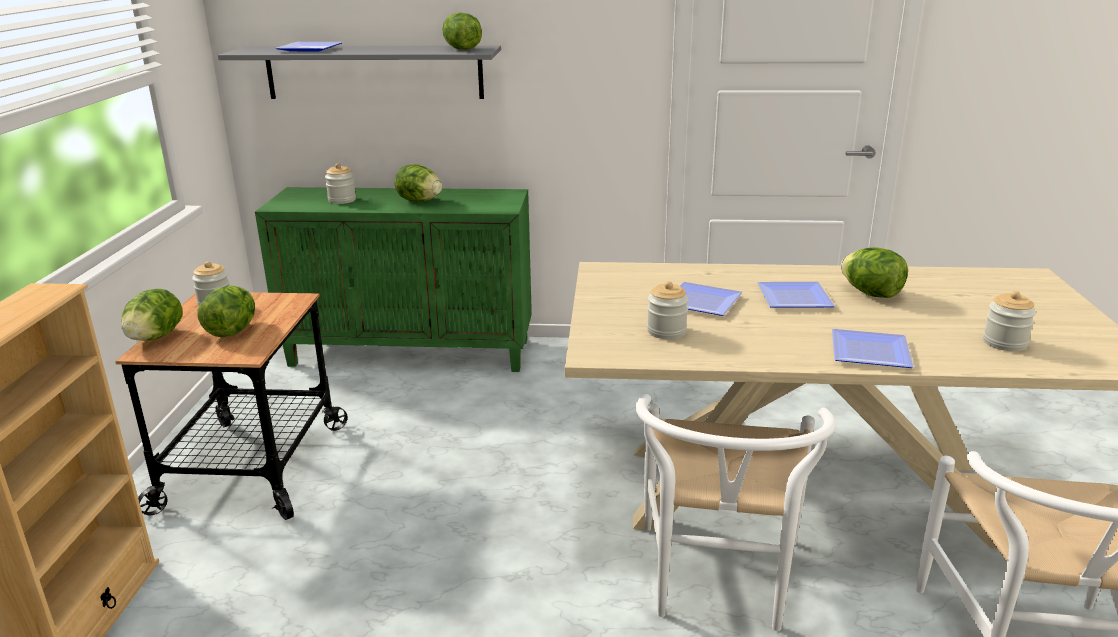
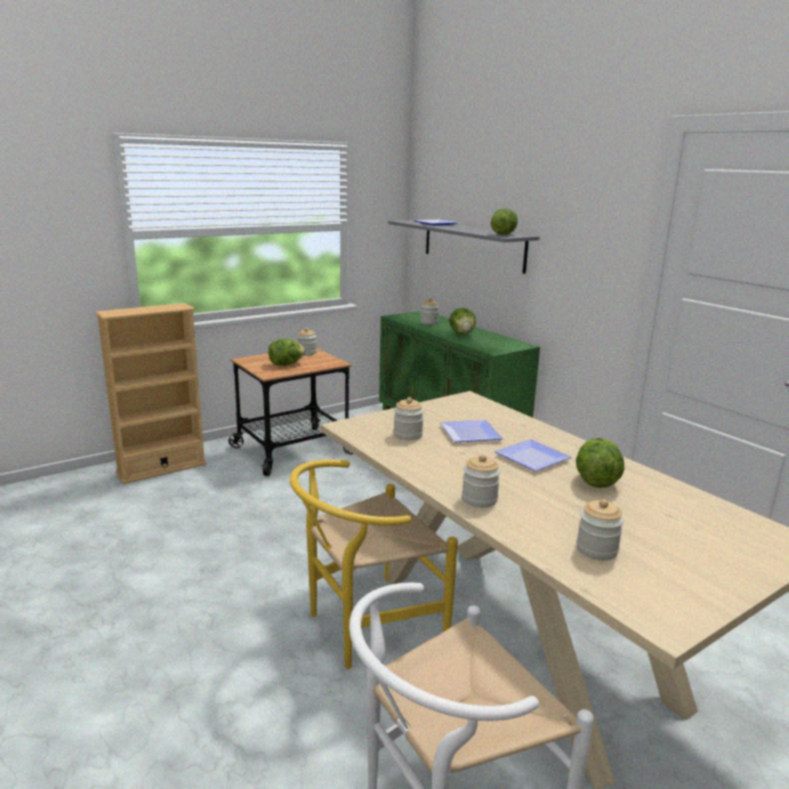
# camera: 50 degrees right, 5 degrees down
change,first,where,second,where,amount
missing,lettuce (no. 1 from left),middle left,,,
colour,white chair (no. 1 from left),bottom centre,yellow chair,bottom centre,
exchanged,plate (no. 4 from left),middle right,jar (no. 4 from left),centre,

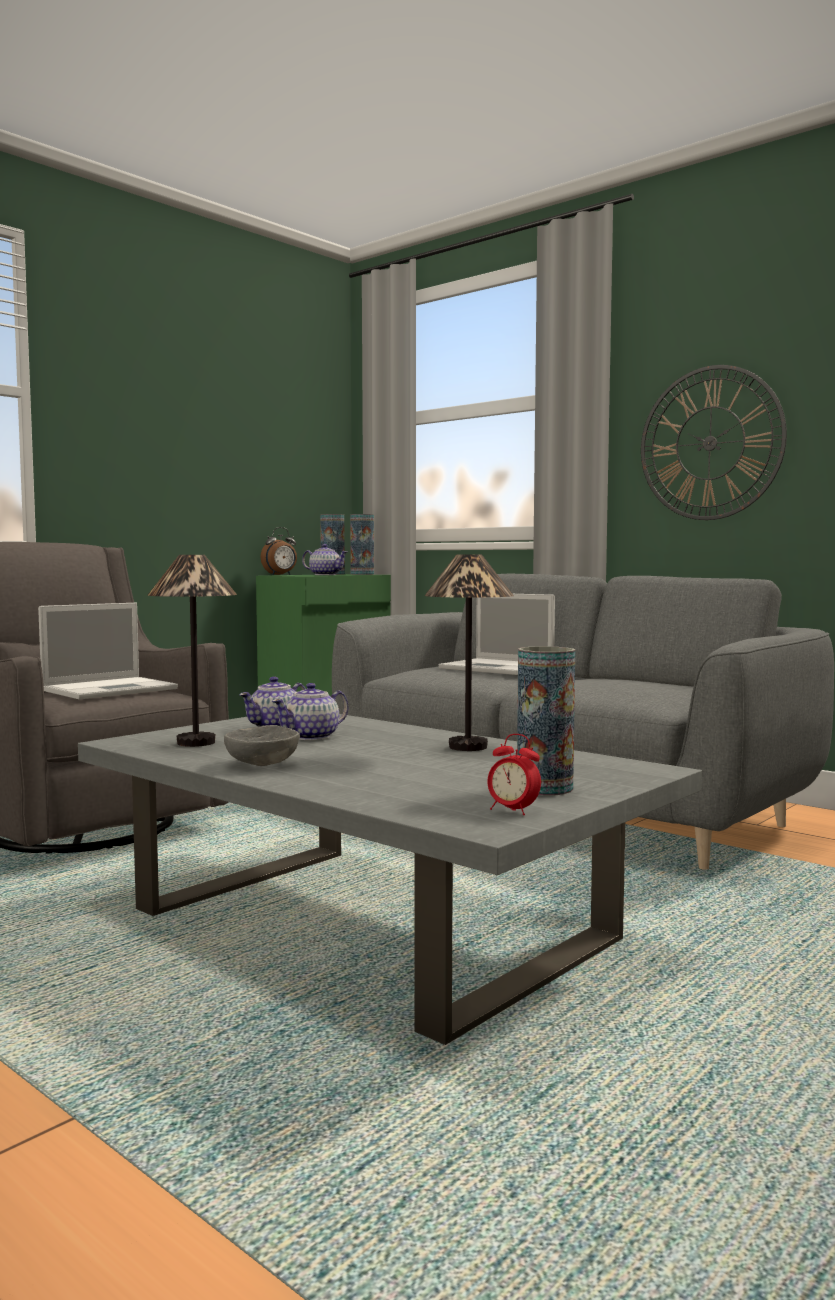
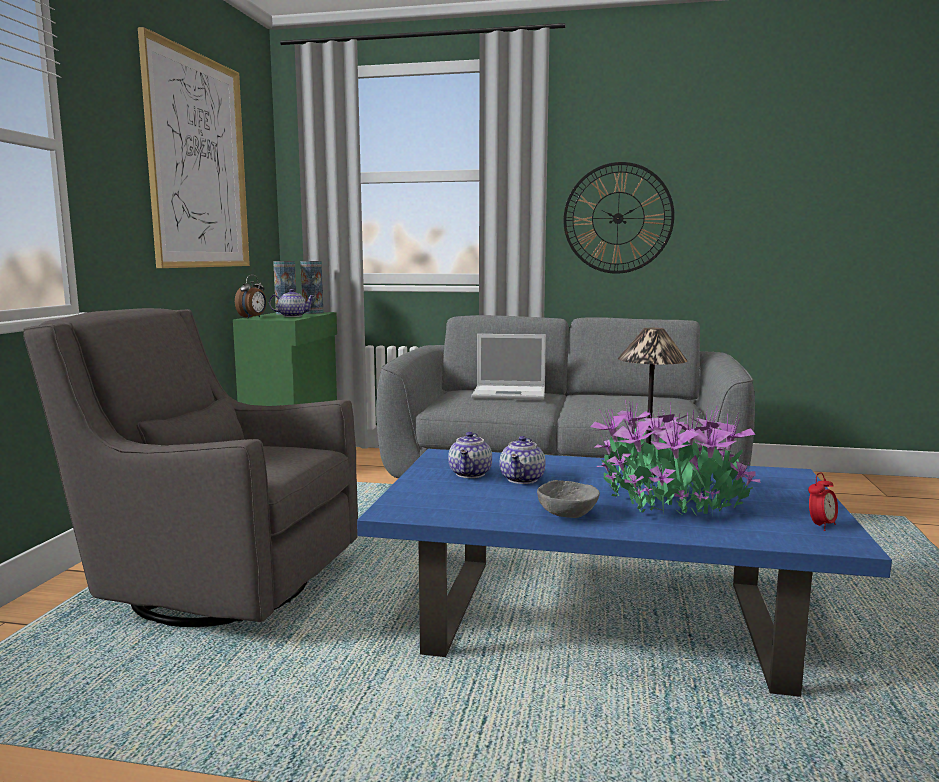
# camera: 30 degrees left, 5 degrees up
change,first,where,second,where,amount
missing,laptop (no. 1 from left),middle left,,,
colour,grey coffee table,bottom centre,blue coffee table,bottom centre,
missing,table lamp (no. 1 from left),middle left,,,
spun,alarm clock (no. 2 from left),centre,,middle right,45 degrees counterclockwise
missing,vase (no. 3 from left),centre,,,
appeared,,,picture,top left,
appeared,,,potted plant,middle right,

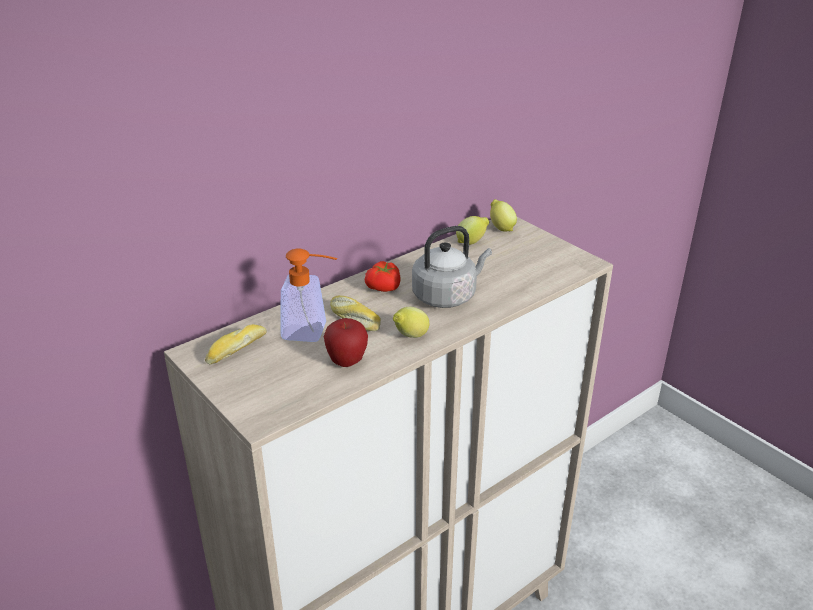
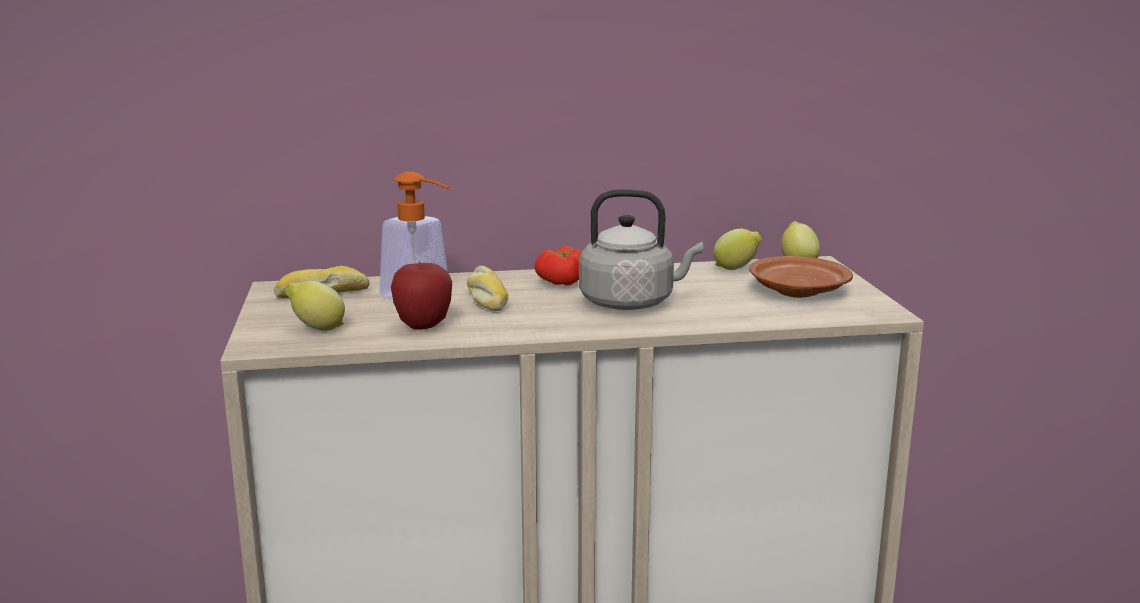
# camera: 30 degrees right, 15 degrees down
change,first,where,second,where,amount
relocated,lemon (no. 1 from left),centre,,middle left,
appeared,,,brown plate,middle right,

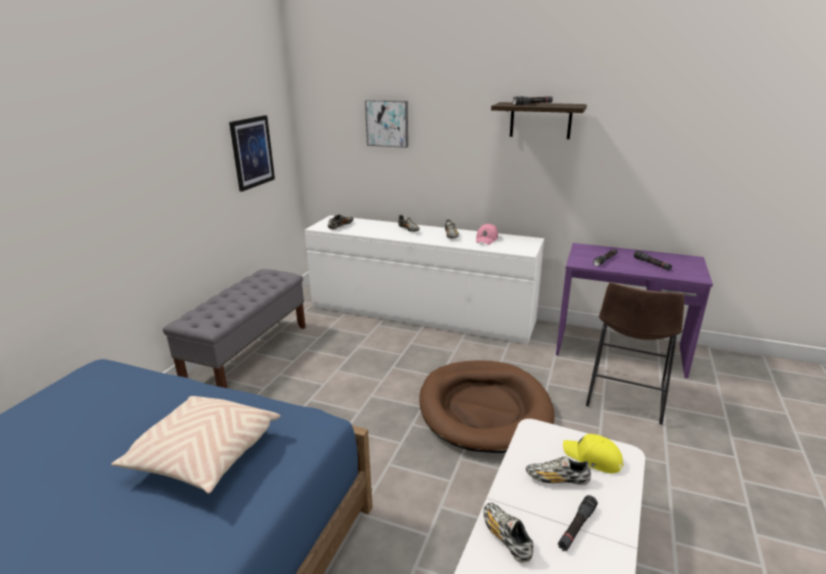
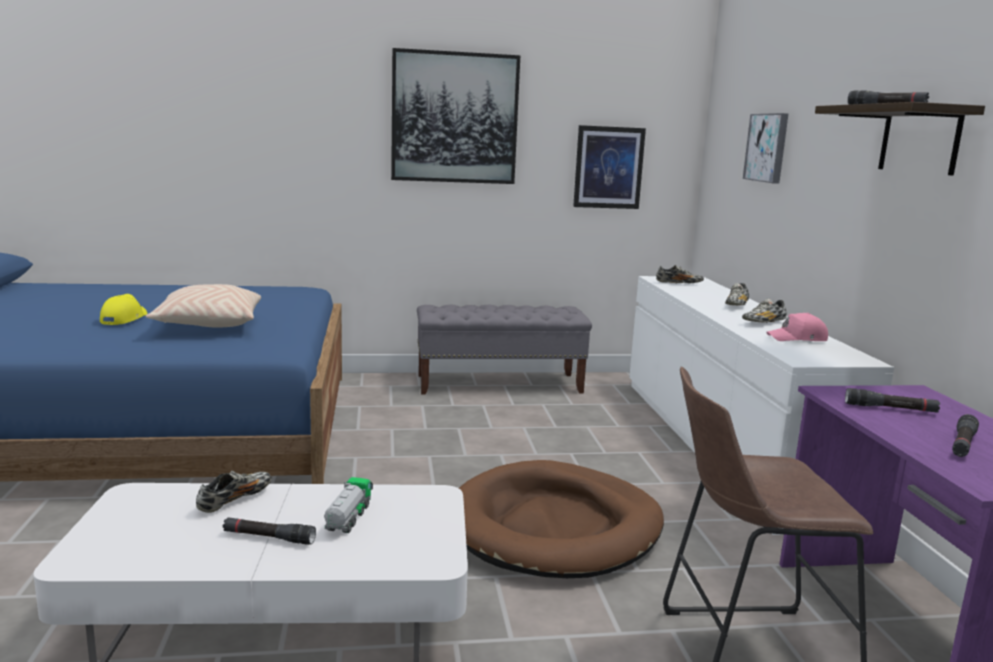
# camera: 60 degrees right, 10 degrees down
change,first,where,second,where,amount
exchanged,shoe (no. 5 from left),bottom right,toy truck,bottom centre,
relocated,yellow cap,bottom right,,middle left,
appeared,,,picture (no. 1 from left),top centre,

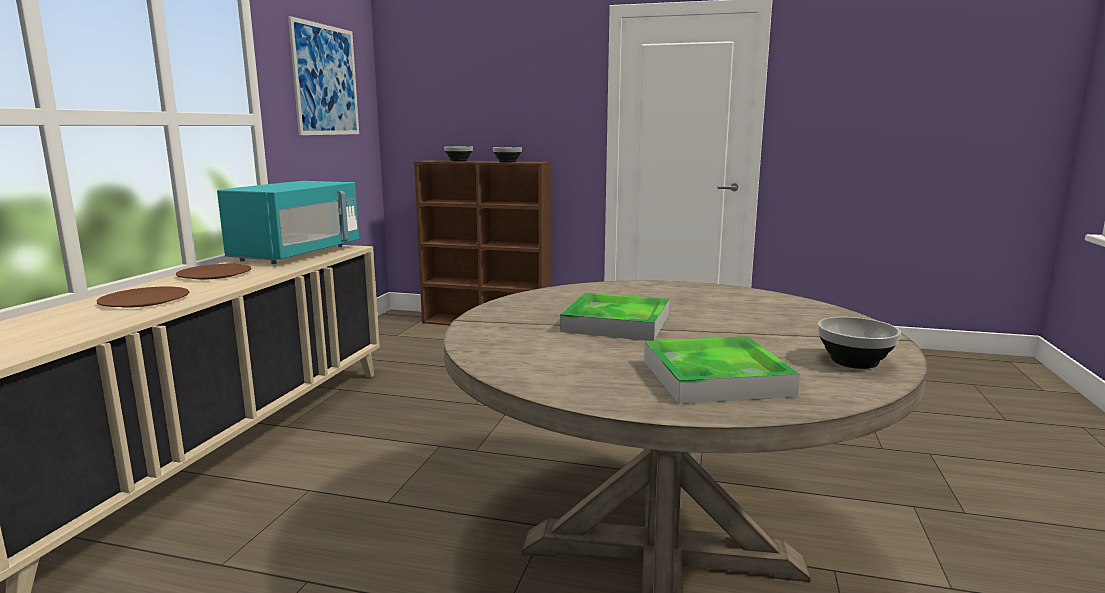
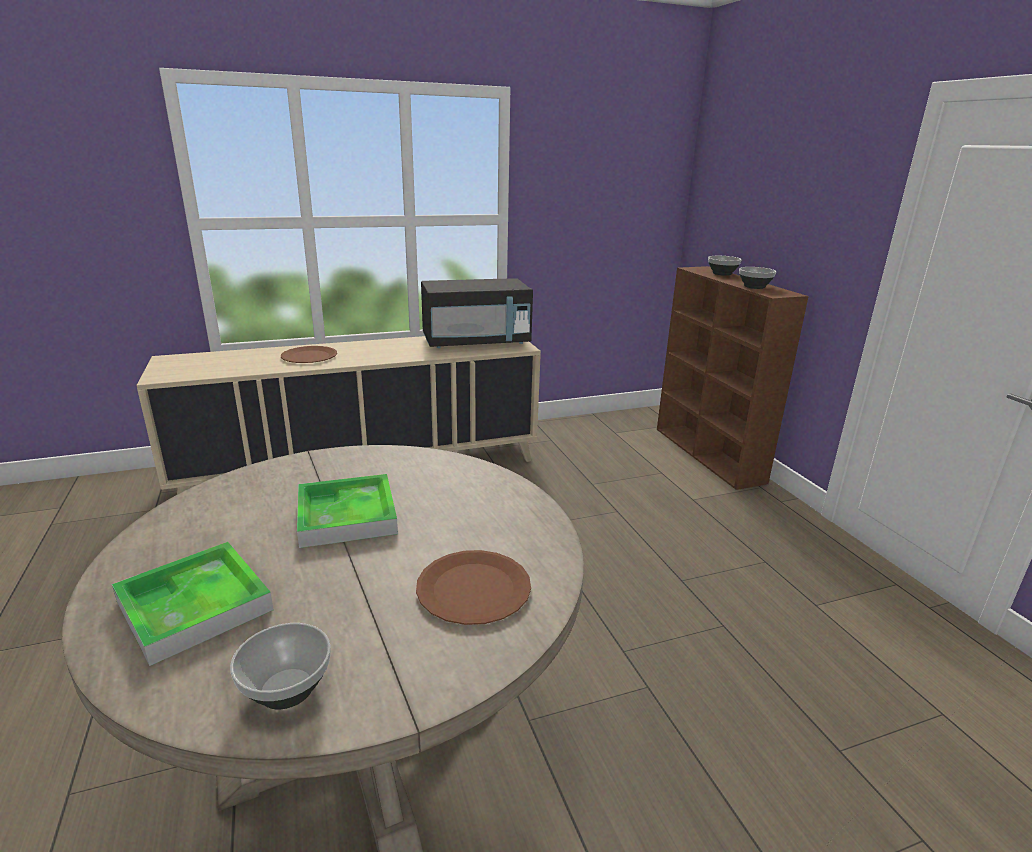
# camera: 55 degrees right, 10 degrees up
change,first,where,second,where,amount
relocated,brown plate (no. 2 from left),middle left,,bottom centre,
colour,turquoise microwave,middle left,black microwave,centre,
missing,picture,top left,,,

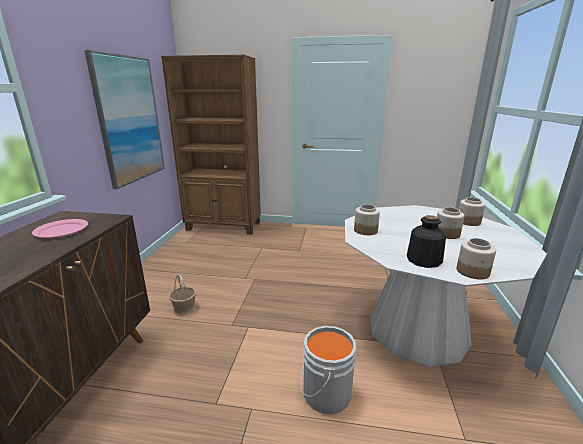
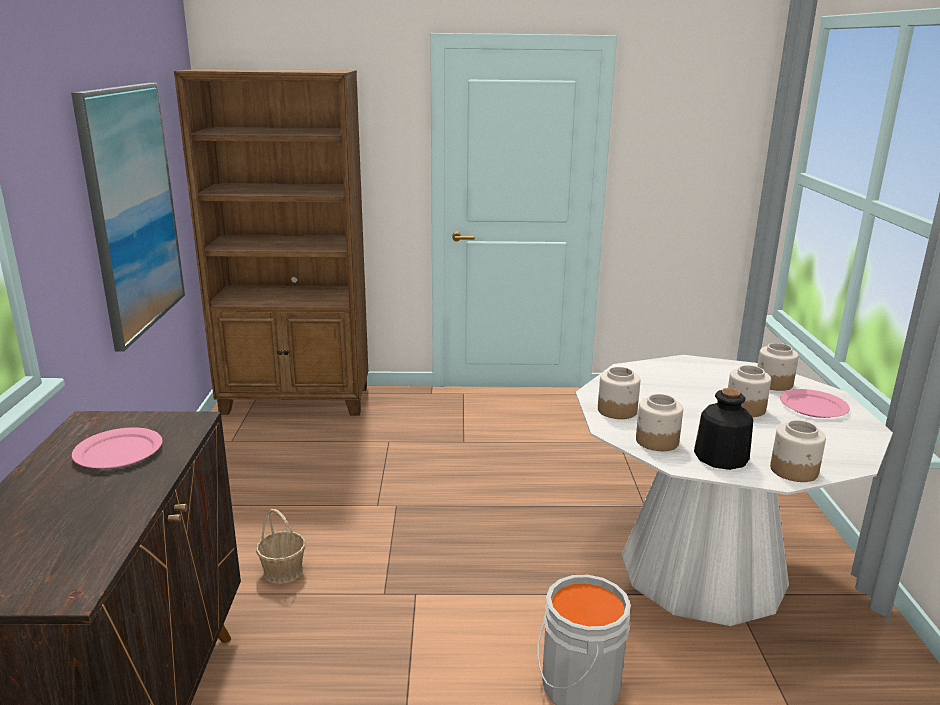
# camera: 10 degrees left, 0 degrees up
change,first,where,second,where,amount
appeared,,,jar (no. 2 from left),middle right,
appeared,,,pink plate (no. 2 from left),middle right,

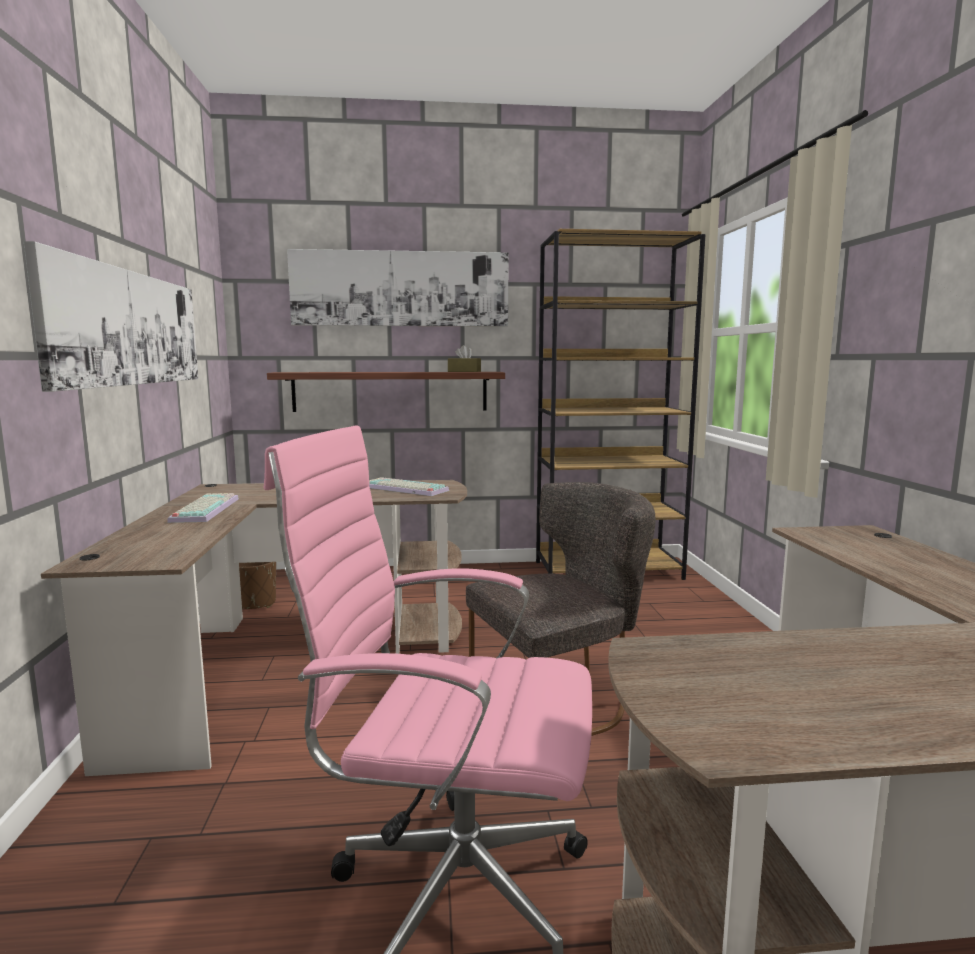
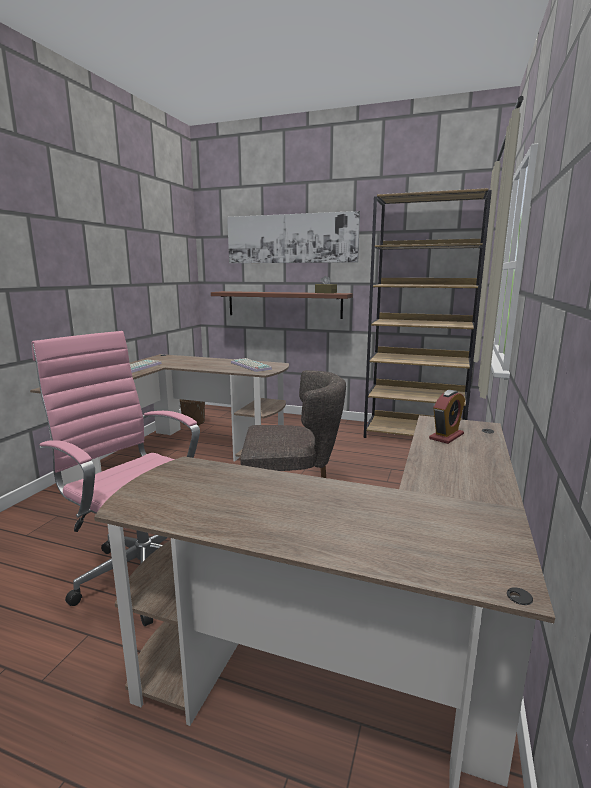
# camera: 25 degrees right, 5 degrees up
change,first,where,second,where,amount
missing,picture (no. 1 from left),top left,,,
appeared,,,alarm clock,middle right,

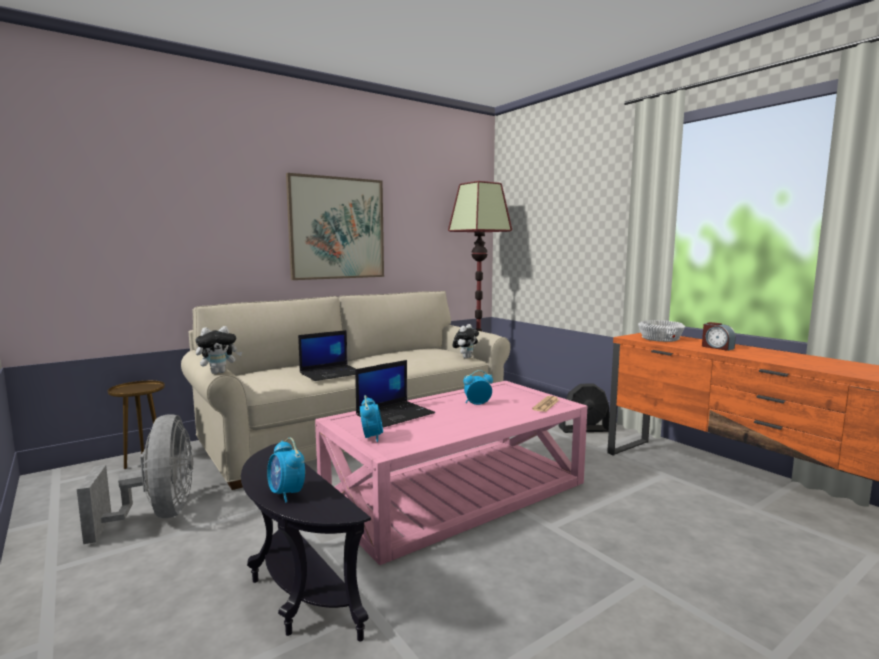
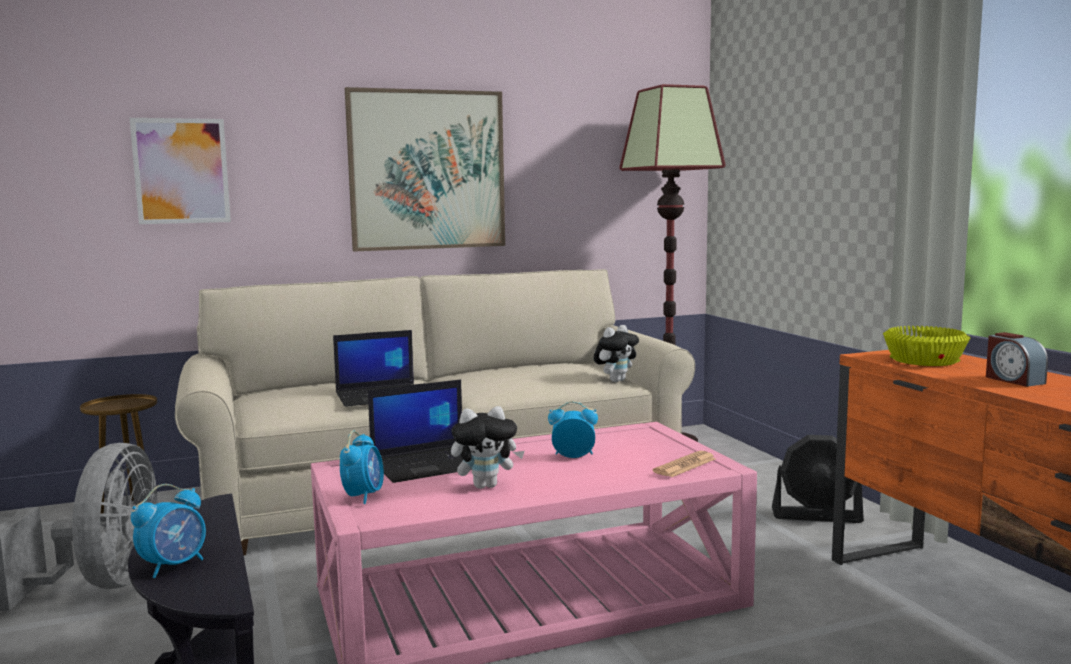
# camera: 15 degrees right, 0 degrees up
change,first,where,second,where,amount
relocated,plush toy (no. 1 from left),middle left,,bottom centre,
spun,alarm clock (no. 1 from left),bottom left,,bottom left,120 degrees counterclockwise
colour,white bowl,middle right,yellow bowl,middle right,
appeared,,,picture (no. 1 from left),top left,

